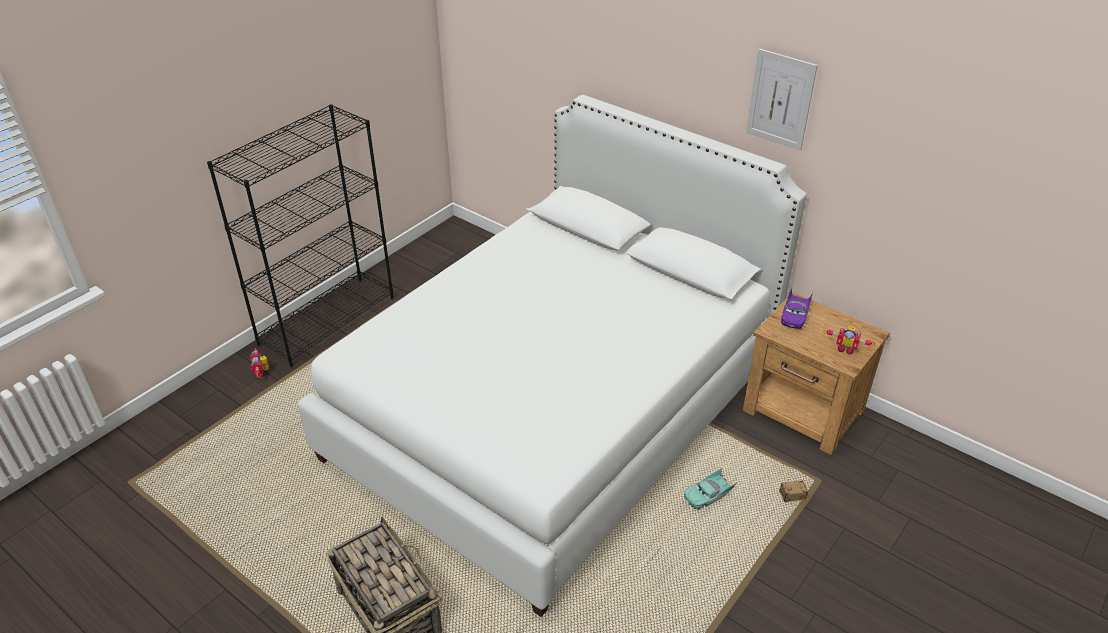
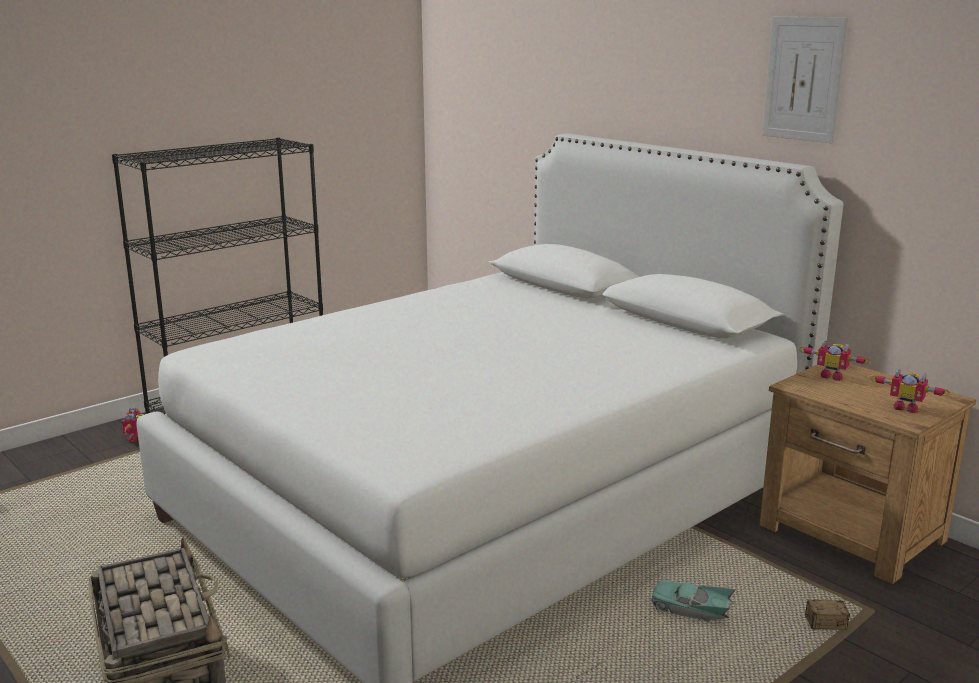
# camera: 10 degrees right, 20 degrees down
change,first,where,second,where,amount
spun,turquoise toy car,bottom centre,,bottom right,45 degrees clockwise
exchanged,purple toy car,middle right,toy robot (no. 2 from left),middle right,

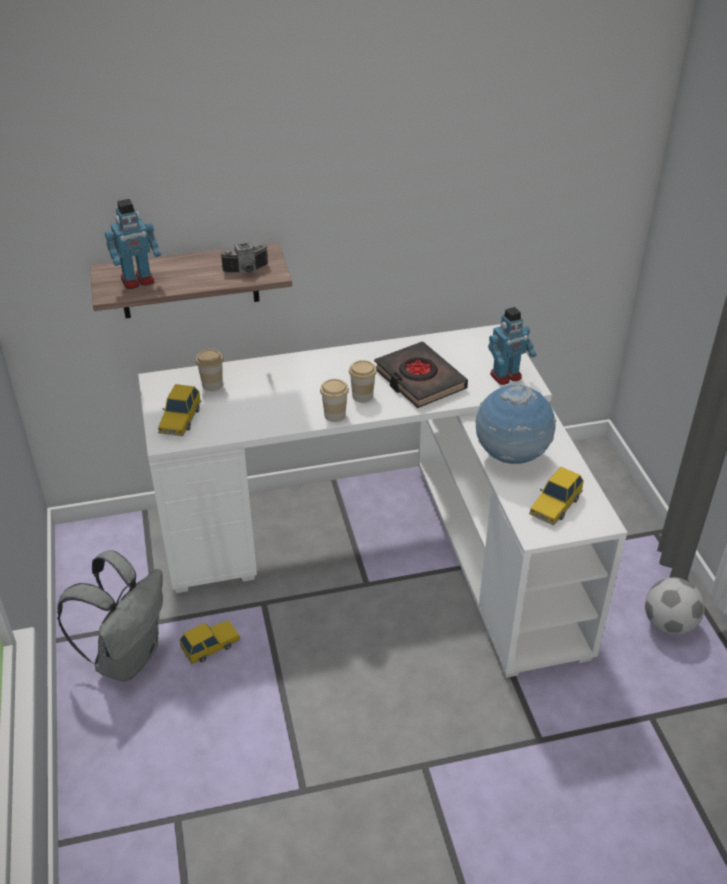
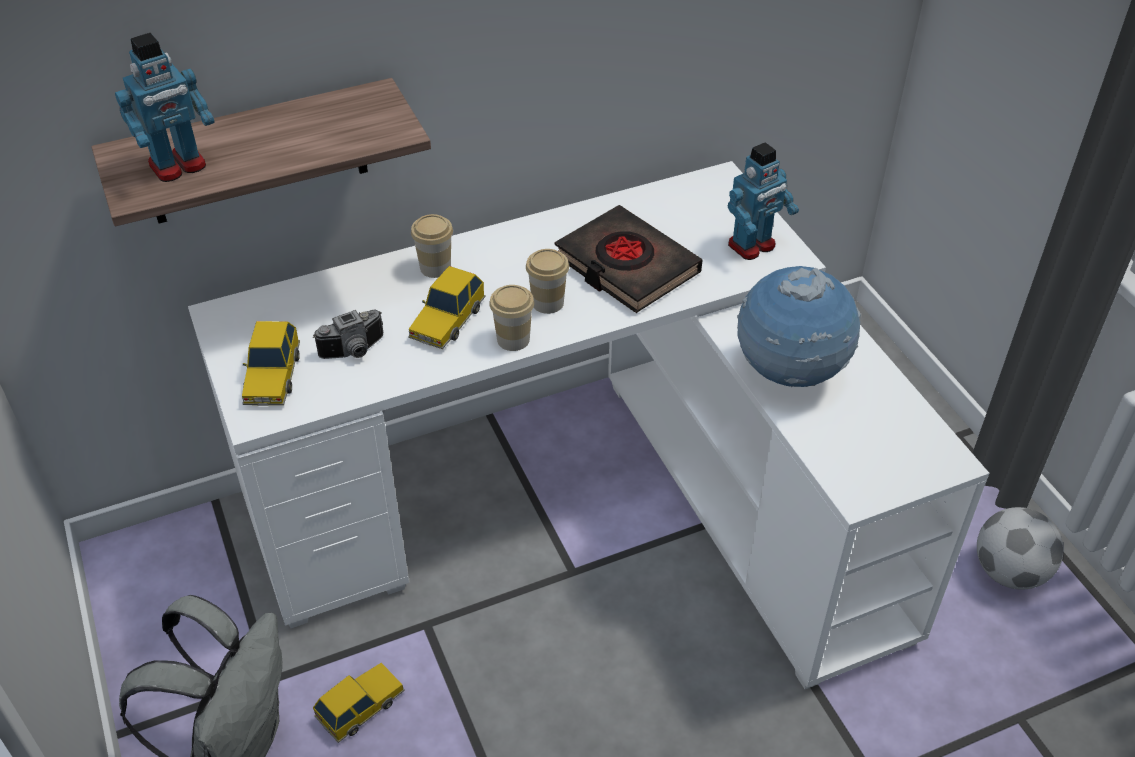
# camera: 10 degrees left, 5 degrees up
change,first,where,second,where,amount
relocated,cup (no. 1 from left),middle left,,top centre,
relocated,photo camera,top centre,,middle left,
relocated,toy car (no. 3 from left),middle right,,centre,

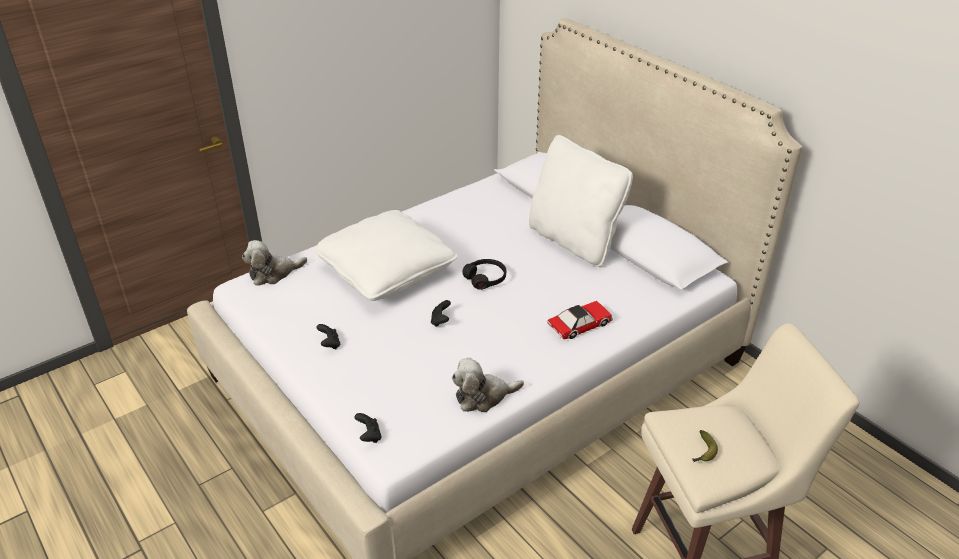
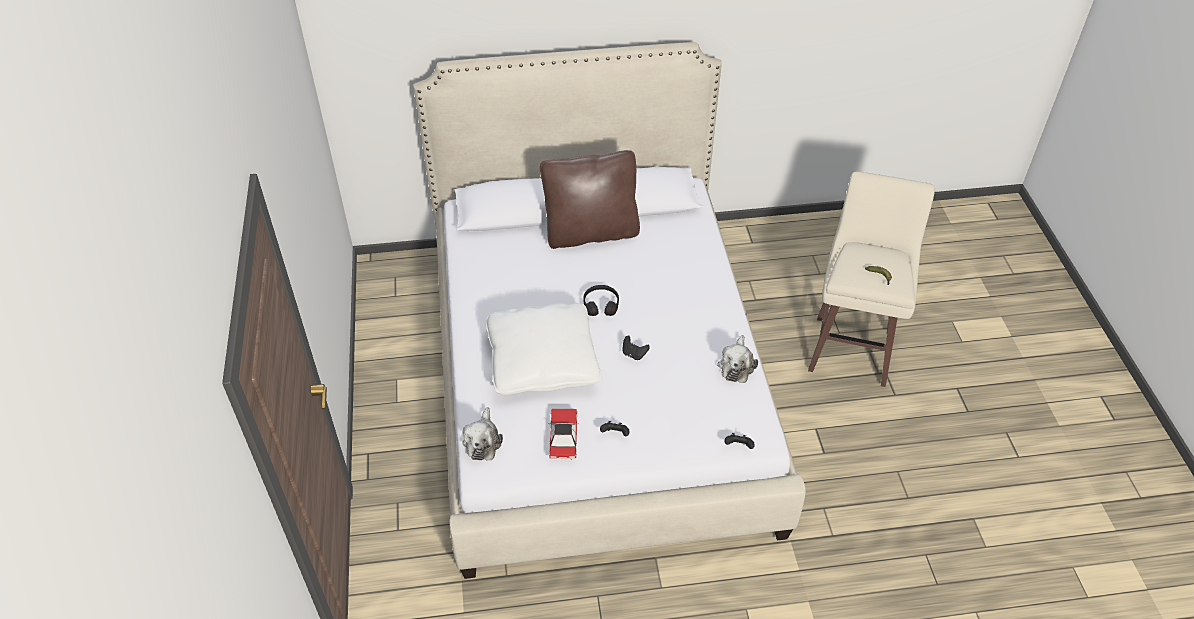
# camera: 60 degrees left, 10 degrees up
change,first,where,second,where,amount
colour,white pillow (no. 2 from left),centre,brown pillow,top centre,
relocated,toy car,centre,,bottom centre,

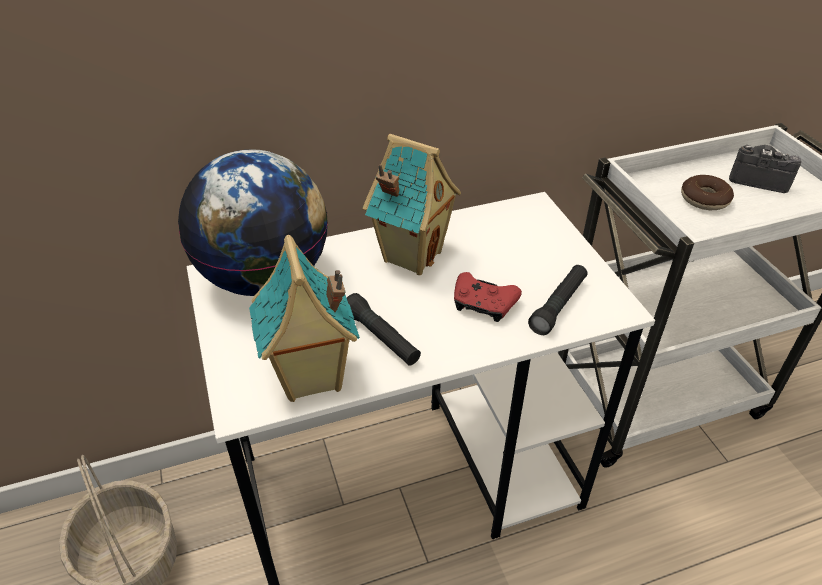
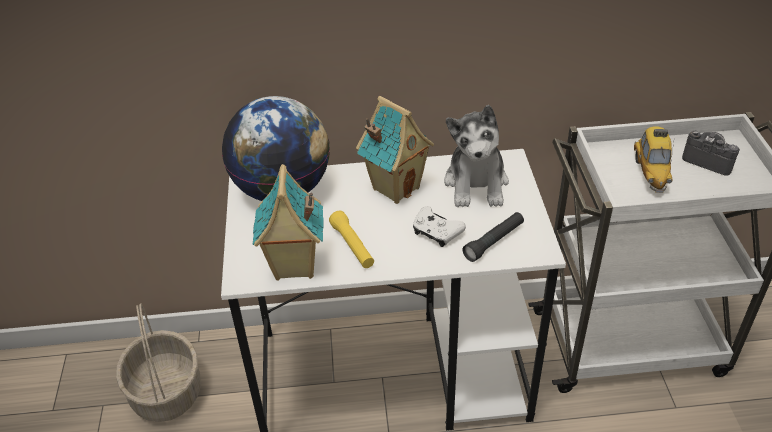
# camera: 15 degrees right, 0 degrees up
change,first,where,second,where,amount
colour,black flashlight (no. 1 from left),centre,yellow flashlight,centre,
colour,red game controller,centre,white game controller,centre,
exchanged,donut,top right,toy car,middle right,
appeared,,,plush toy,centre,

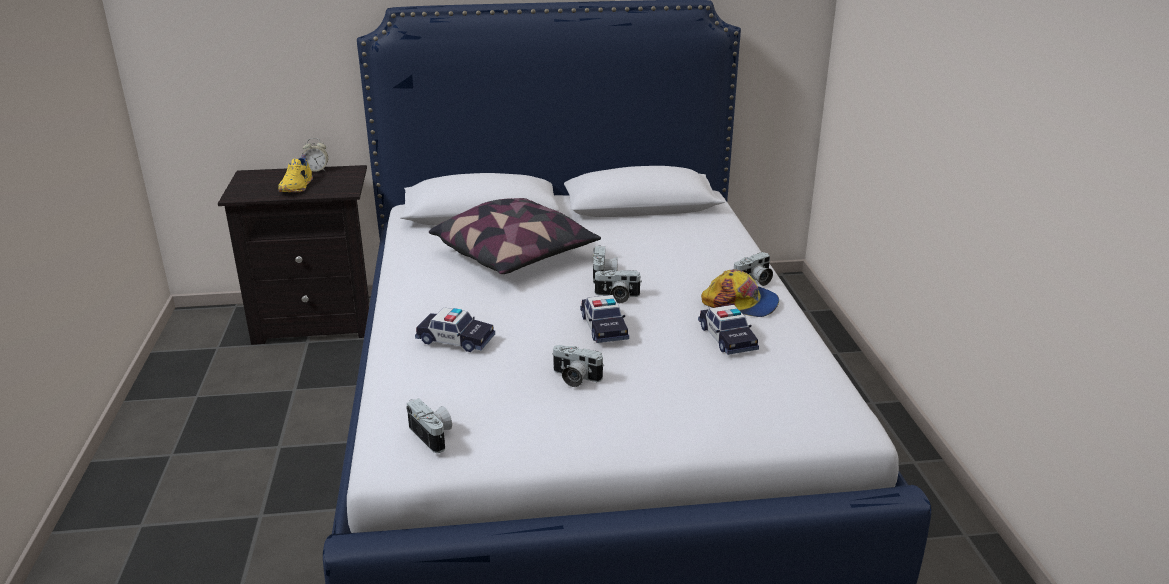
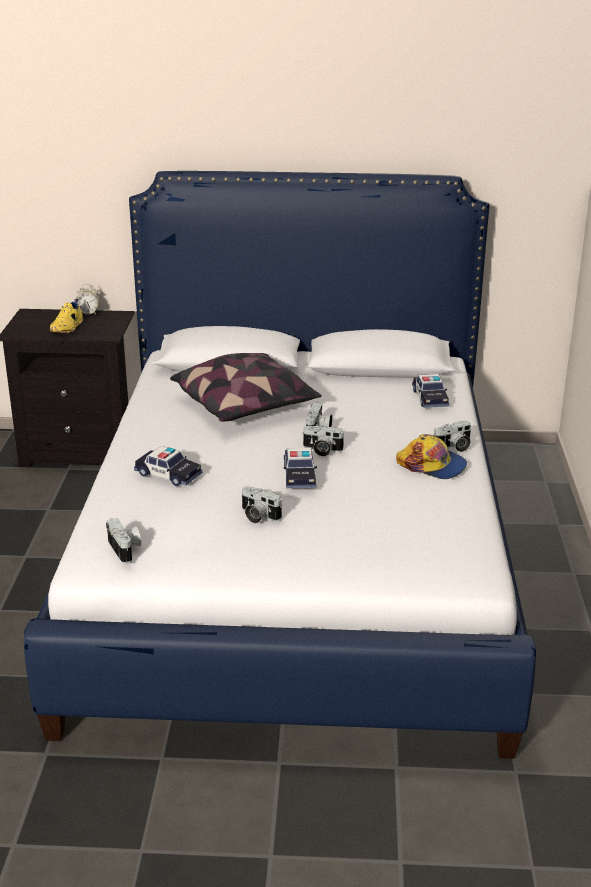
# camera: 10 degrees right, 0 degrees up
change,first,where,second,where,amount
relocated,toy car (no. 3 from left),centre,,middle right,

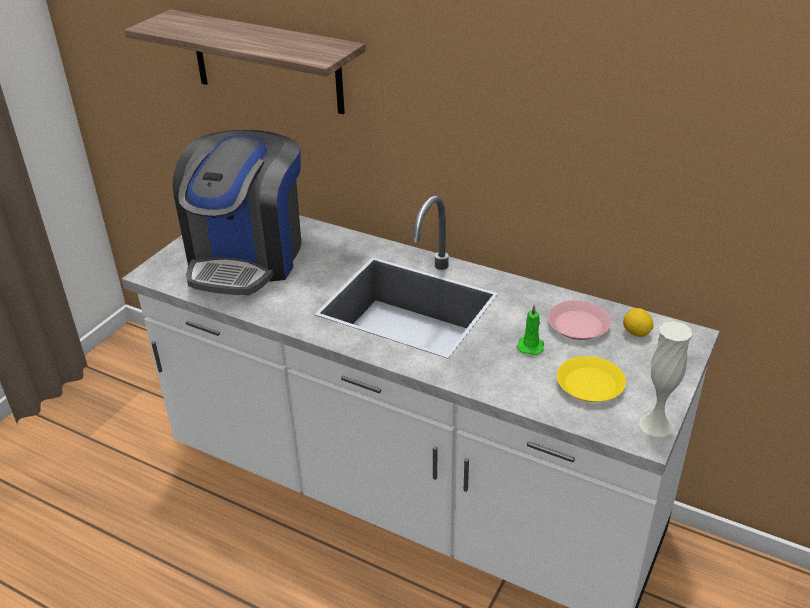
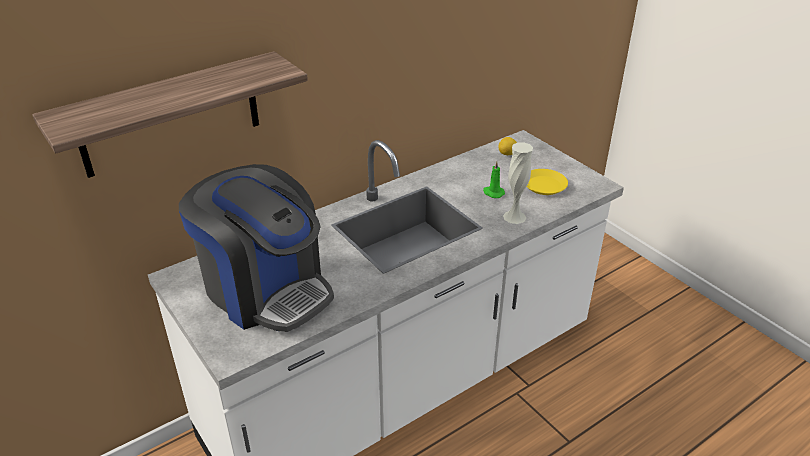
# camera: 65 degrees left, 0 degrees up
change,first,where,second,where,amount
missing,pink plate,middle right,,,
relocated,white vase,middle right,,centre,

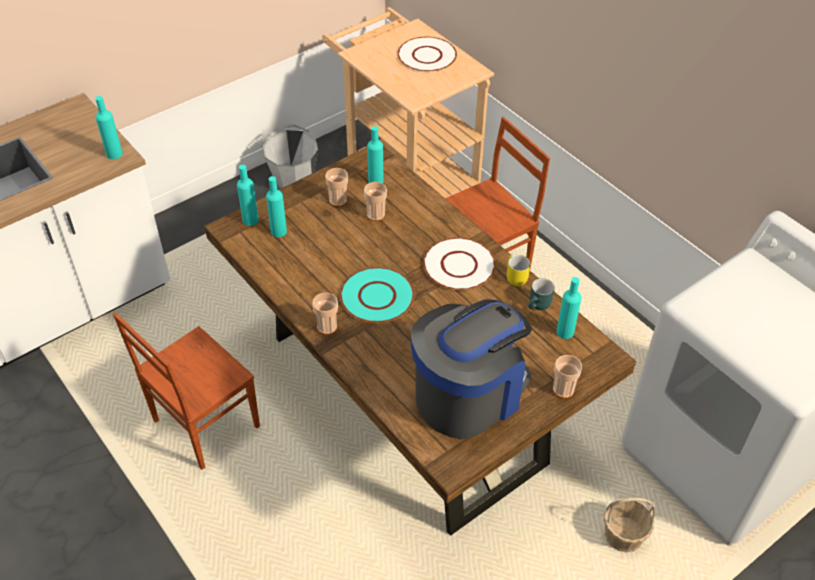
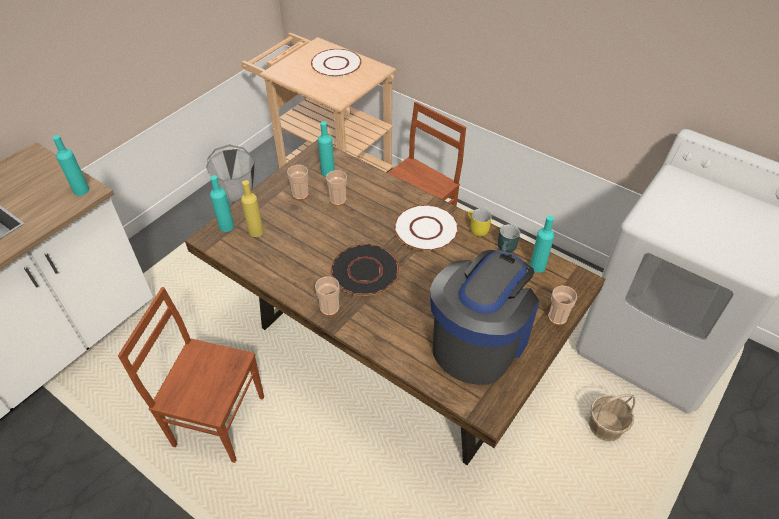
# camera: 15 degrees left, 0 degrees up
change,first,where,second,where,amount
spun,brown chair (no. 1 from left),bottom left,,bottom left,75 degrees clockwise
colour,turquoise bottle (no. 3 from left),centre,yellow bottle,middle left,
colour,turquoise plate,centre,black plate,centre,

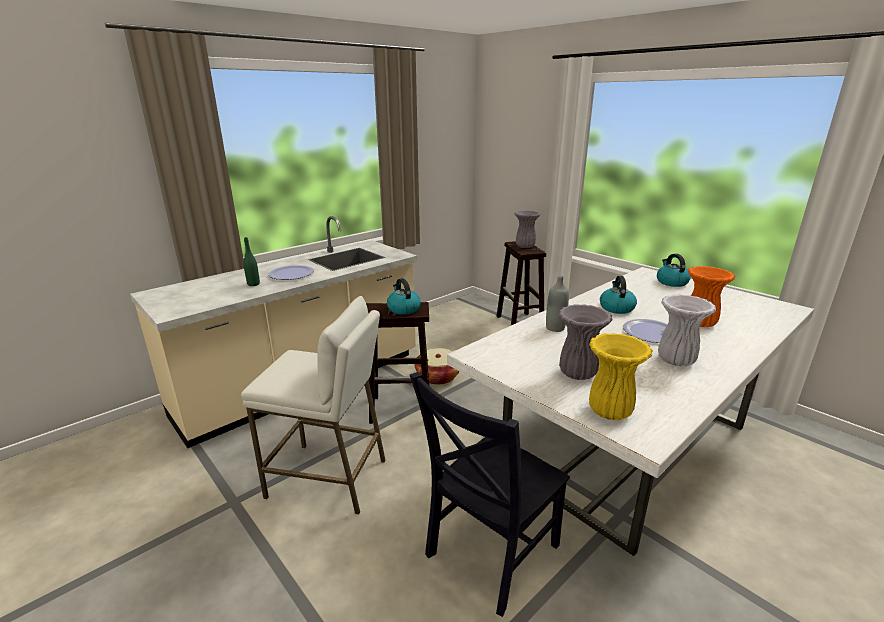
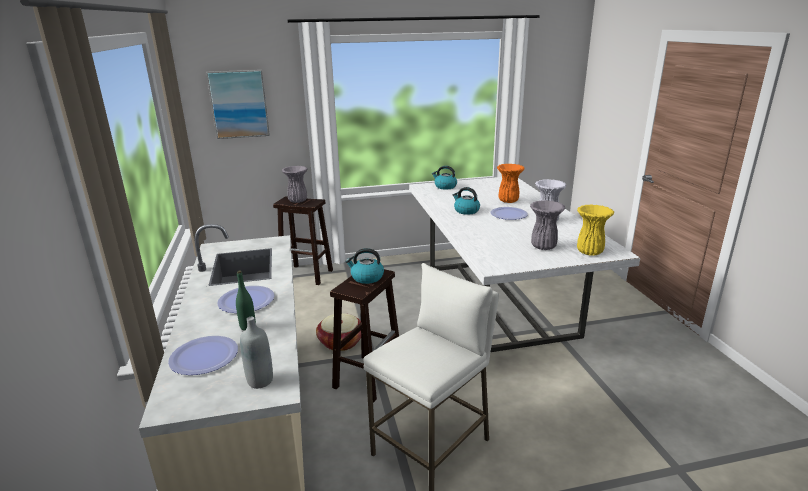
# camera: 60 degrees left, 0 degrees up
change,first,where,second,where,amount
missing,black chair,bottom centre,,,
relocated,grey bottle,centre,,bottom left,
appeared,,,plate (no. 1 from left),bottom left,
appeared,,,picture,top left,

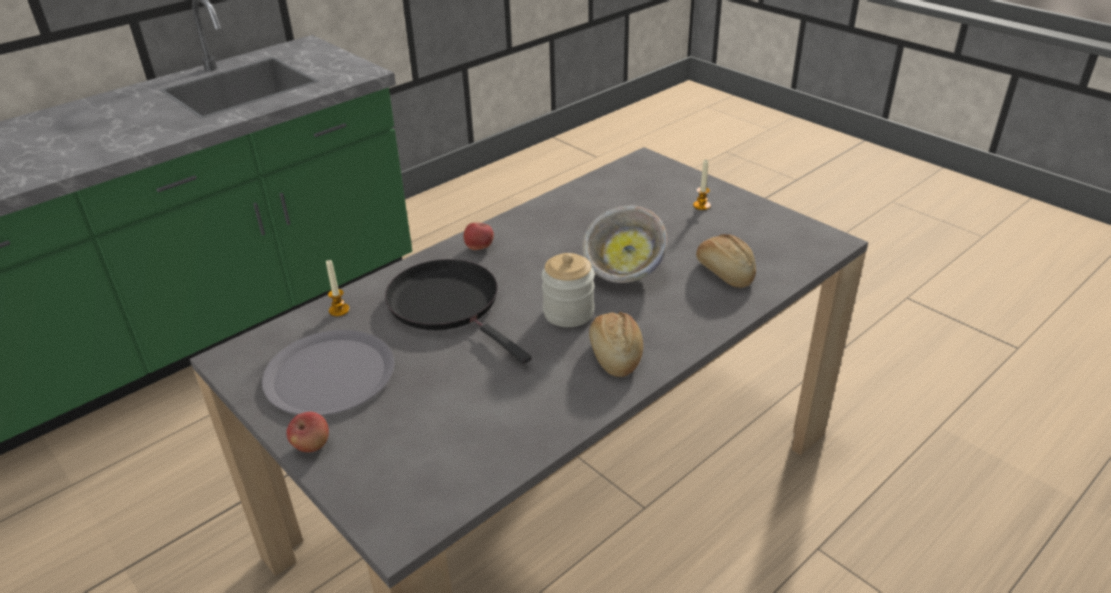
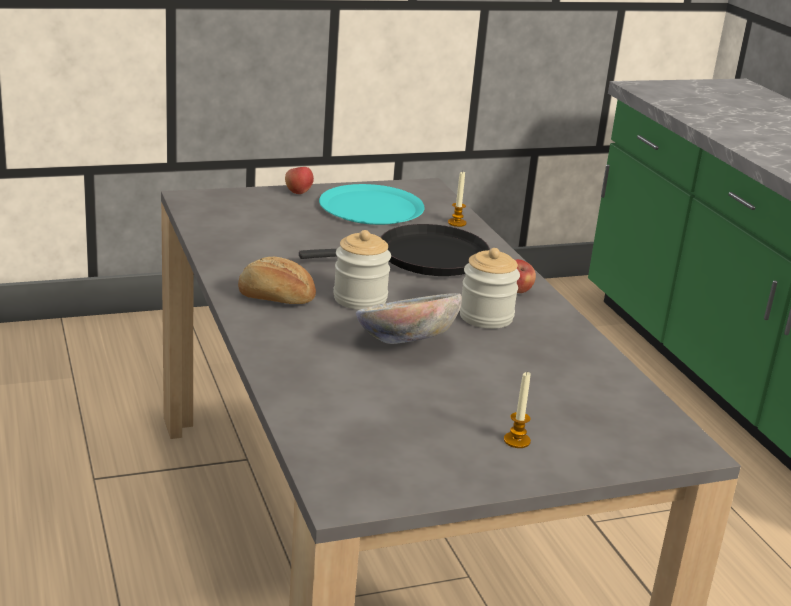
# camera: 110 degrees right, 10 degrees down
change,first,where,second,where,amount
colour,grey plate,middle left,turquoise plate,centre,
missing,bread (no. 2 from left),centre,,,
appeared,,,jar (no. 2 from left),centre,

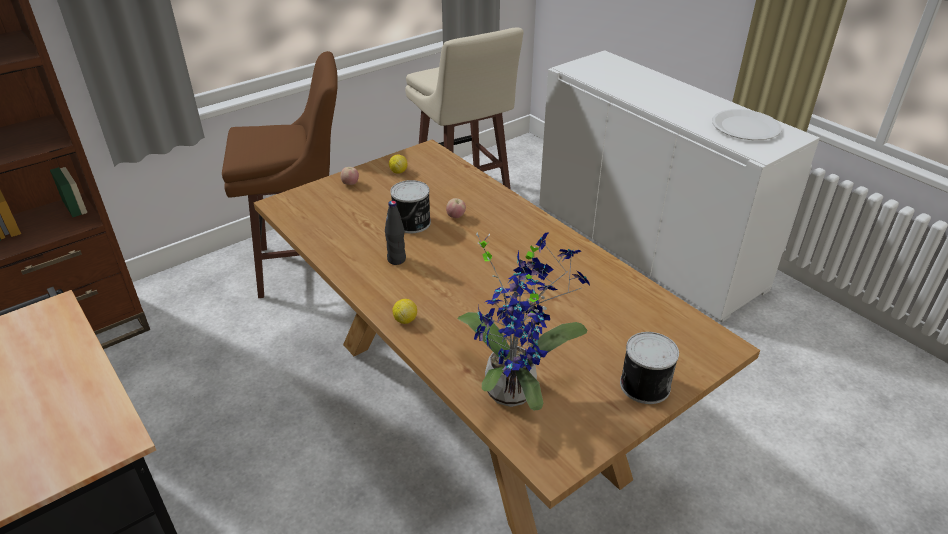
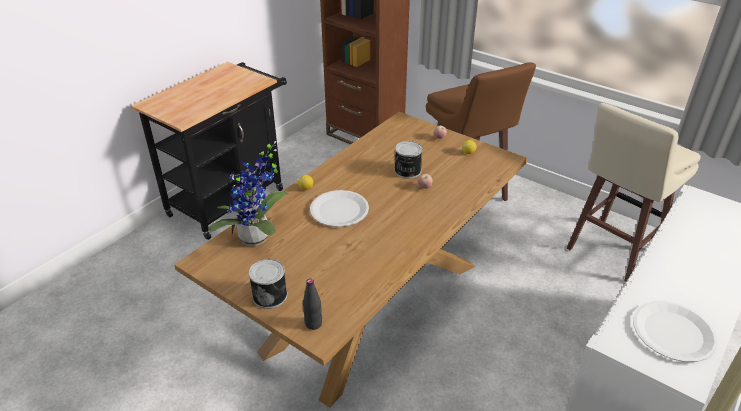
# camera: 75 degrees right, 0 degrees up
change,first,where,second,where,amount
relocated,black bottle,centre,,bottom centre,
appeared,,,white plate (no. 1 from left),centre,

